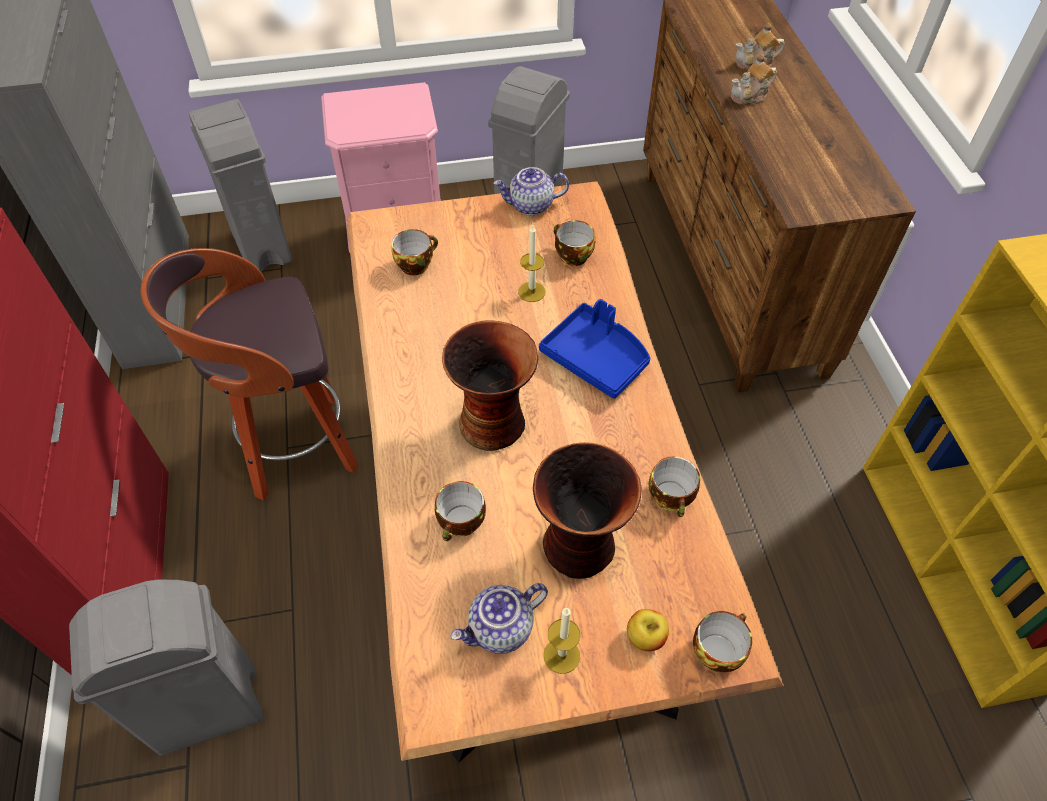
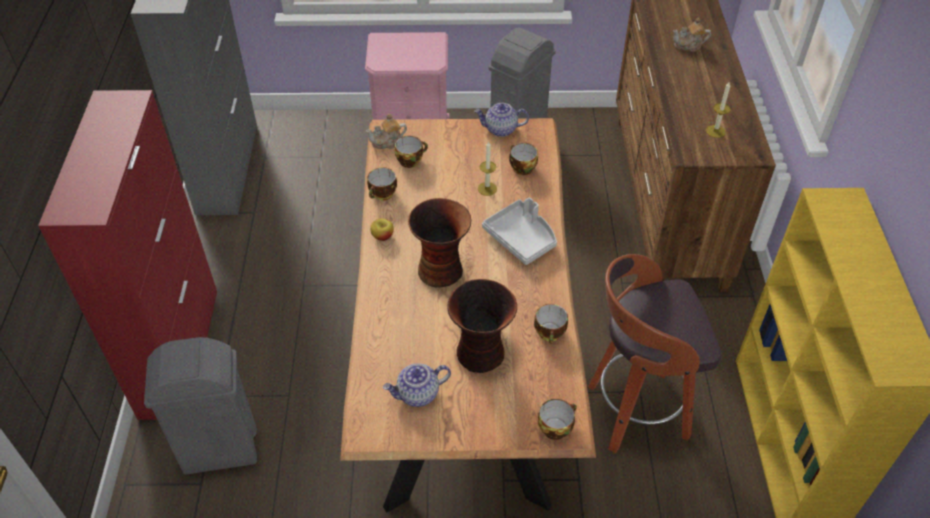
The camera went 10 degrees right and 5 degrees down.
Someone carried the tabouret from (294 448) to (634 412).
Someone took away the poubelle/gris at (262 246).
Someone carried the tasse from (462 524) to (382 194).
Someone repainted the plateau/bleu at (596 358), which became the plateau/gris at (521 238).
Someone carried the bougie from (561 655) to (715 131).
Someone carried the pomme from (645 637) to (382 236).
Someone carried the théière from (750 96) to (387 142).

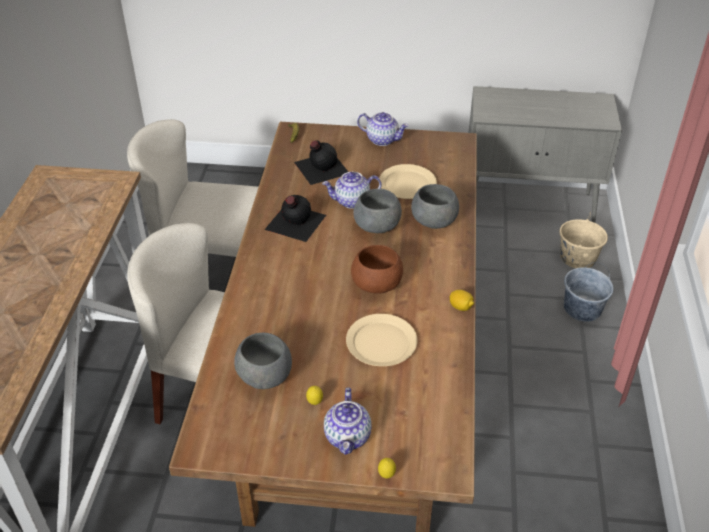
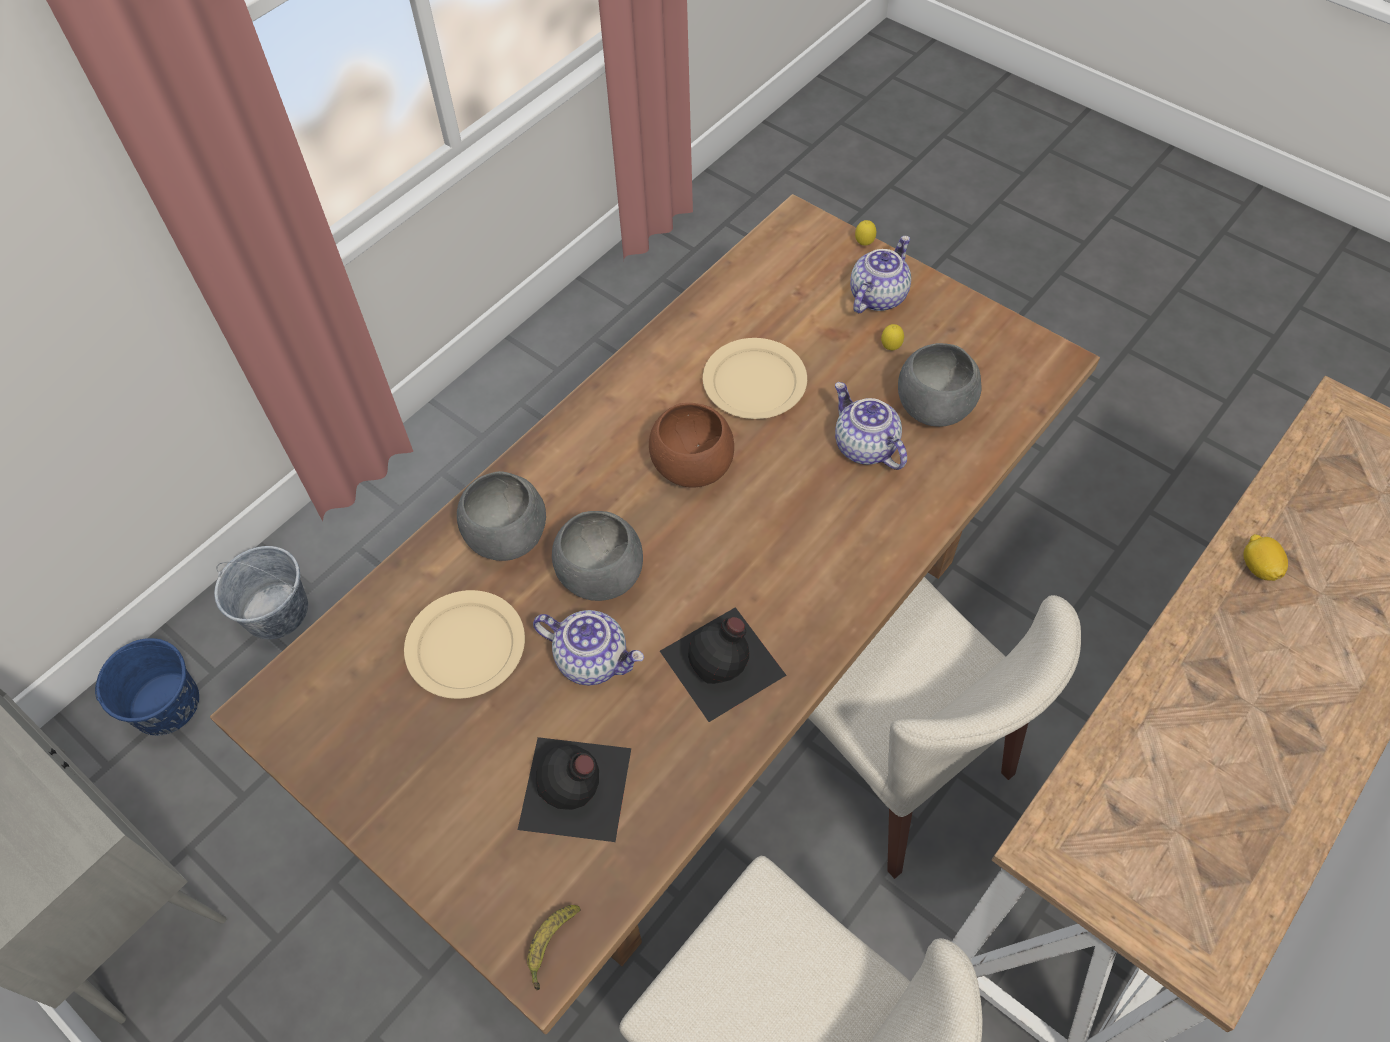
The camera went 145 degrees left and 15 degrees up.
Someone carried the théière from (382 139) to (864 446).
Someone carried the citron from (460 307) to (1258 567).
Someone repainted the seau/beige at (578 257), which became the seau/bleu at (165 705).

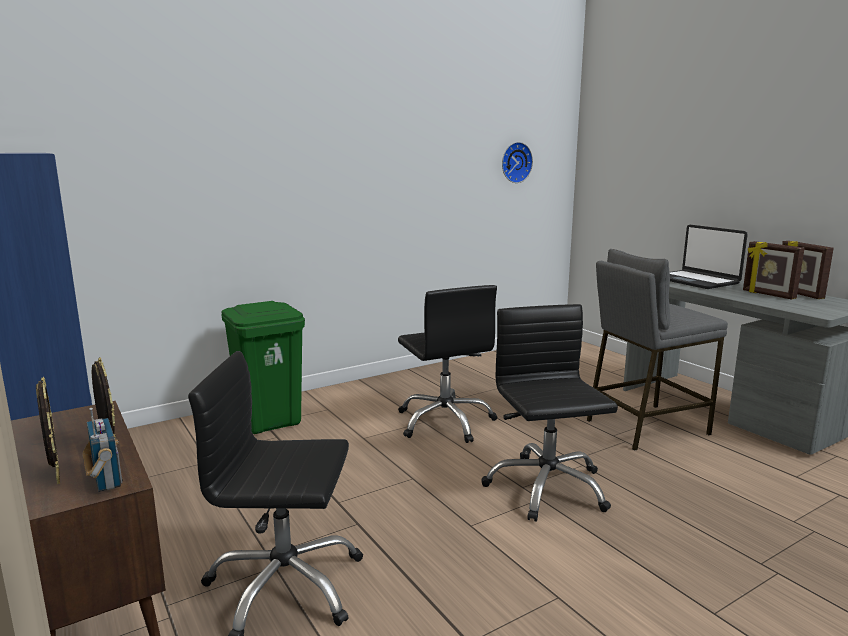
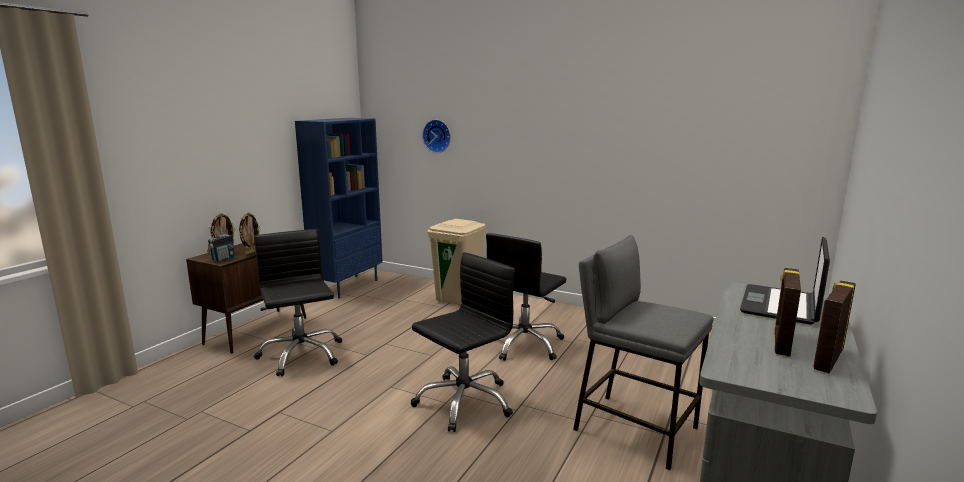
The camera went 60 degrees right and 0 degrees up.
Someone repainted the poubelle/vert at (270 421), which became the poubelle/beige at (459 299).
Someone carried the horloge murale from (515 162) to (437 136).

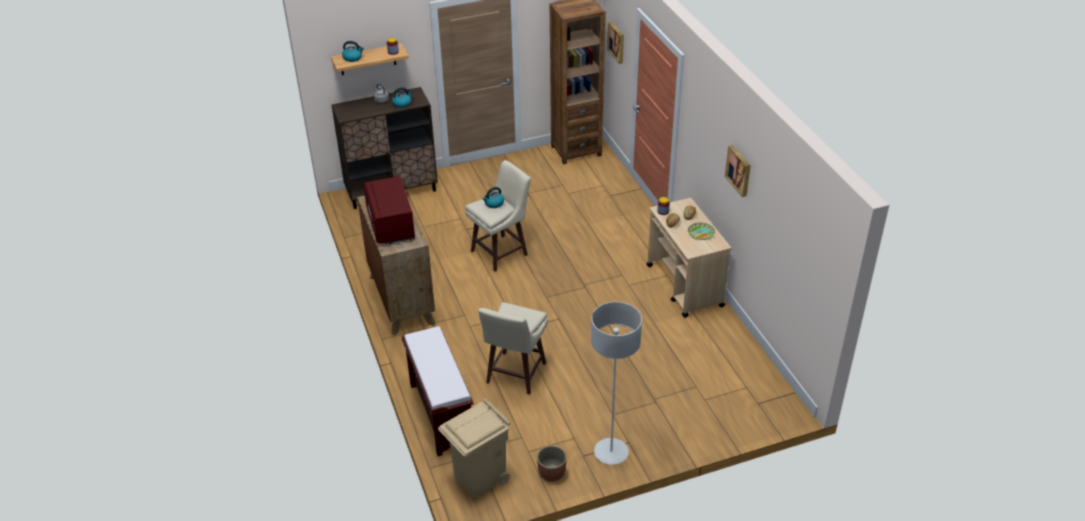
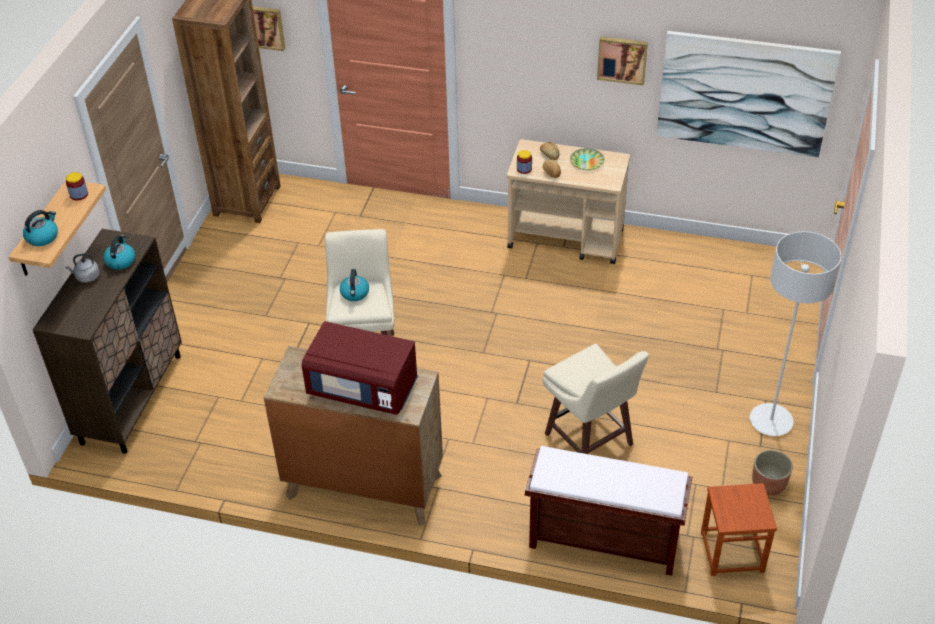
The camera went 55 degrees left and 5 degrees up.
Someone swapped the poubelle/beige at (479 477) for the tabouret/marron at (732 551).
Someone put up the tableau at (744 93).

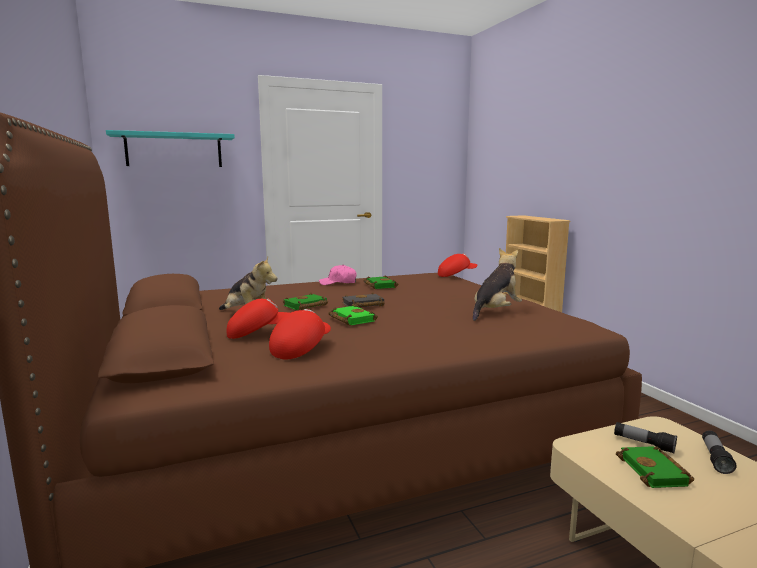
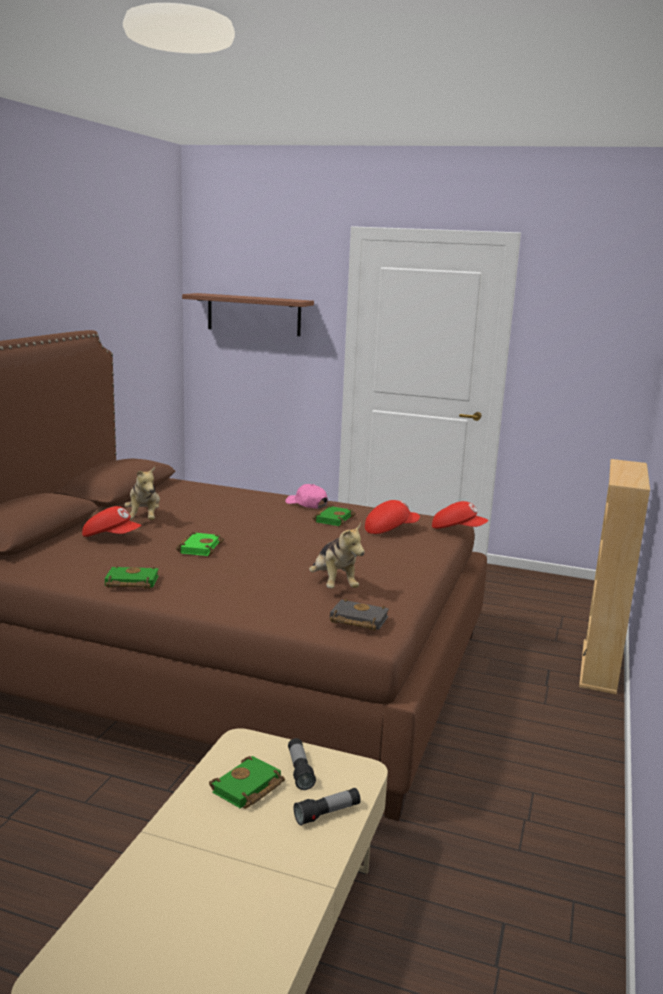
The camera went 40 degrees right and 5 degrees up.
Someone repainted the étagère/turquoise at (174 150), which became the étagère/marron at (254 314).
Someone carried the casquette/rouge from (300 349) to (390 529).
Someone carried the livre/vert from (305 306) to (130 583).
Someone carried the livre/noir from (362 305) to (356 620).
Someone rotated the peluche at (495 312) by 75 degrees clockwise.

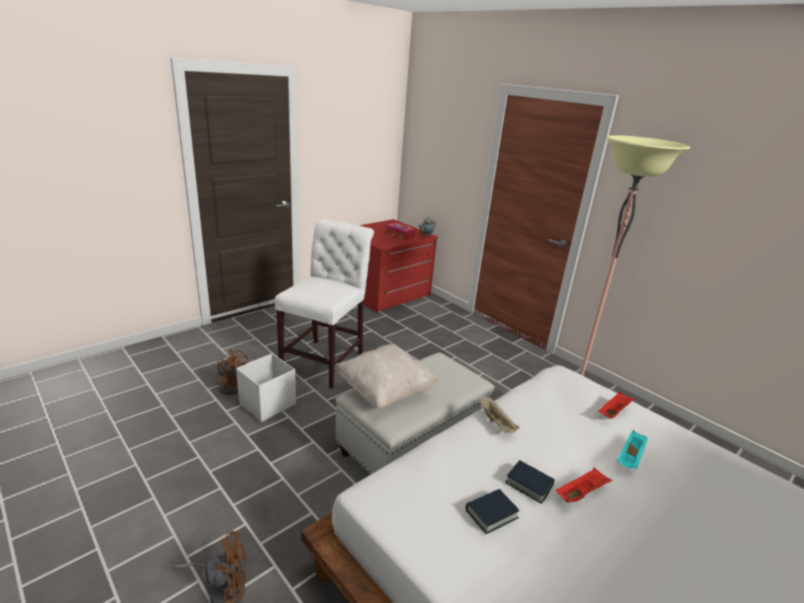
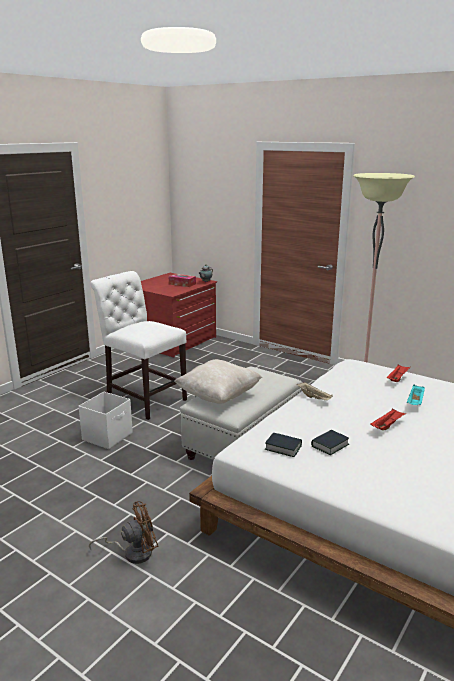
The camera went 10 degrees left and 5 degrees down.
Someone took away the ventilateur/marron at (231 386).
Someone rotated the chaise/blanc at (326 360) by 60 degrees counterclockwise.
Someone carried the livre from (529 484) to (283 448).

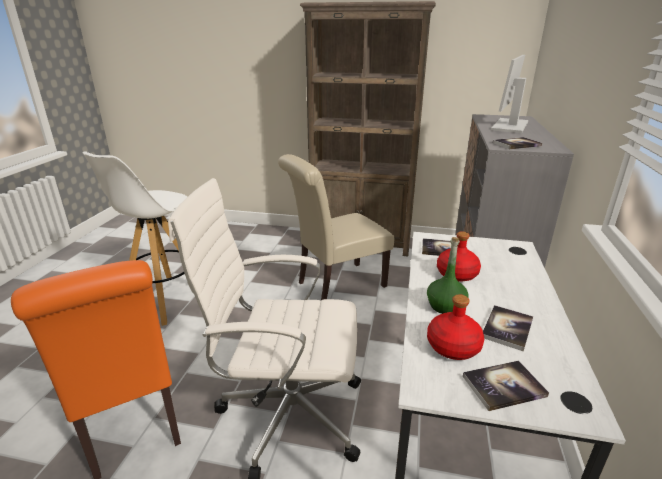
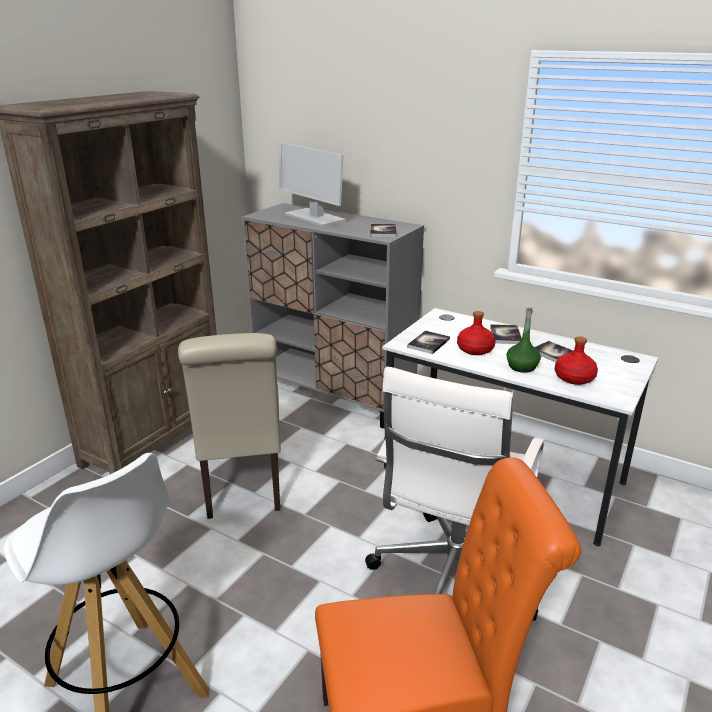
The camera went 70 degrees left and 0 degrees up.
Someone carried the livre from (504 386) to (505 335).

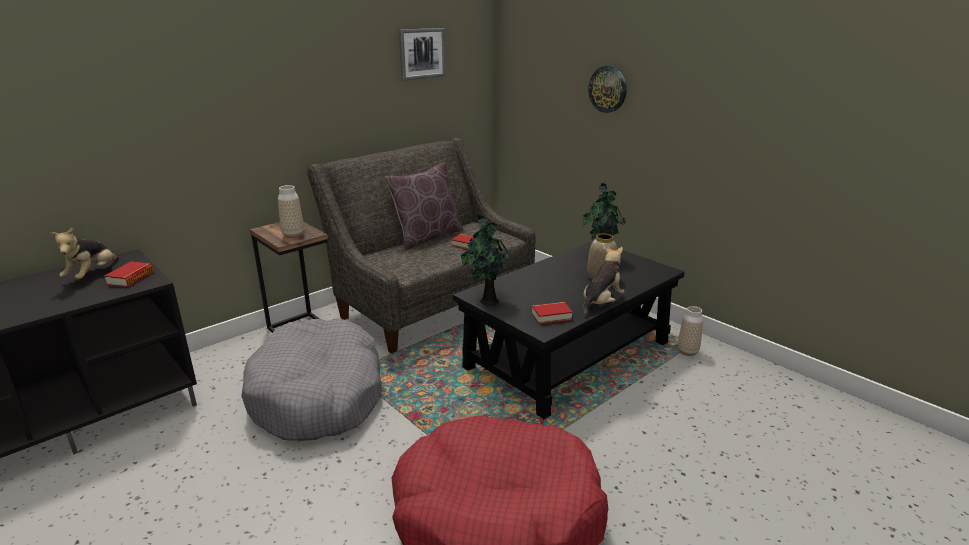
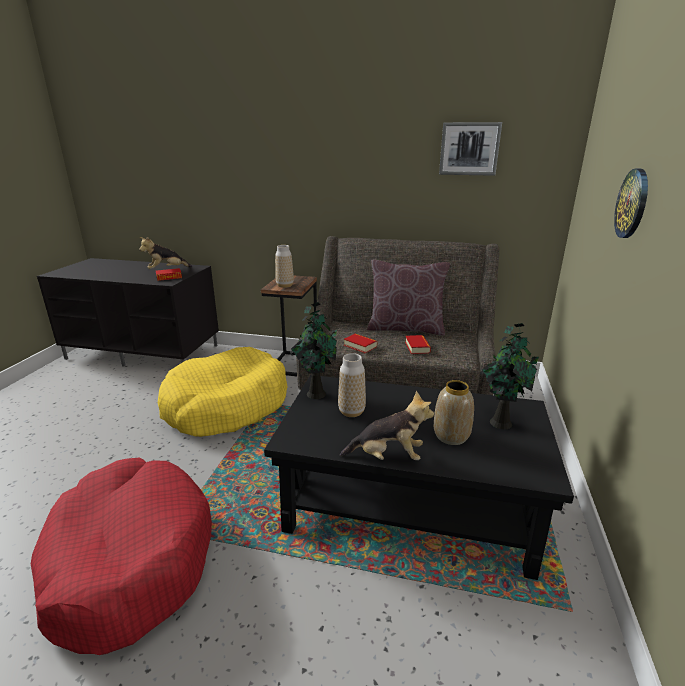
The camera went 55 degrees right and 0 degrees up.
Someone repainted the panier pour chien/gris at (318 395), which became the panier pour chien/jaune at (226 405).
Someone carried the livre from (551 316) to (360 346).
Someone carried the vase from (687 352) to (351 412).

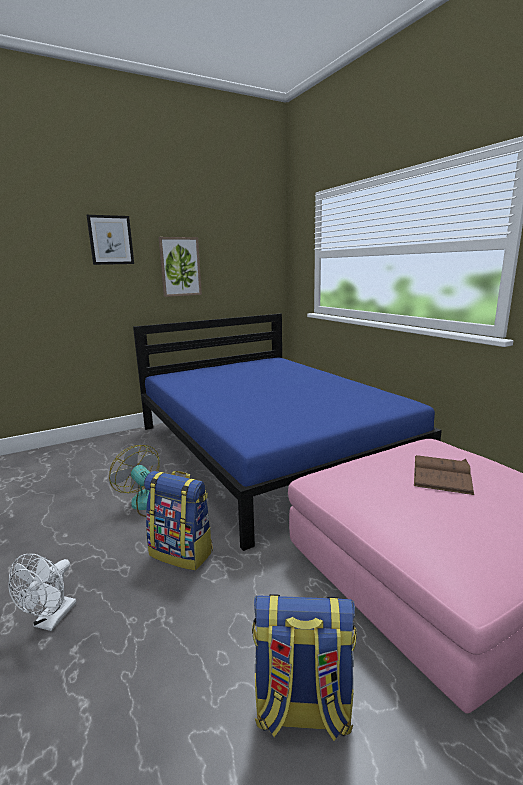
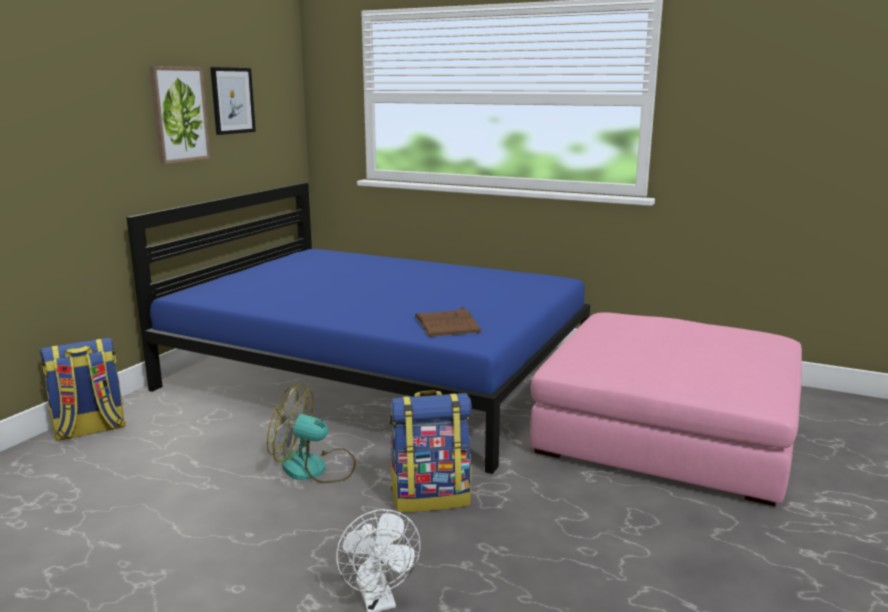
The camera went 35 degrees left and 0 degrees up.
Someone carried the tableau from (111 240) to (232 100).
Someone carried the sac à dos from (302 710) to (89 430).
Someone carried the livre/marron from (441 474) to (446 323).

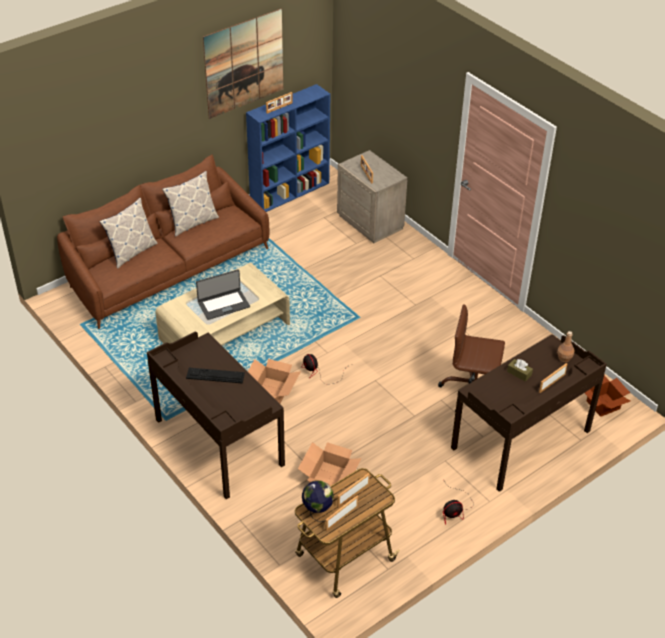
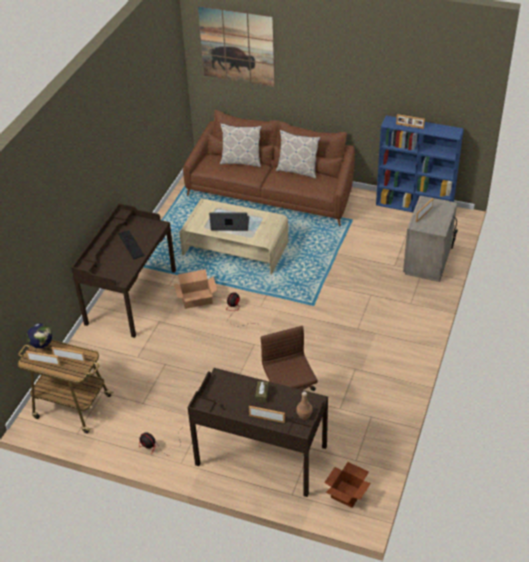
The camera went 60 degrees right and 0 degrees up.
Someone rotated the ordinateur portable at (223 304) by 150 degrees clockwise.
Someone carried the tableau from (244 63) to (237 46).
Someone took away the carton at (328 479).

